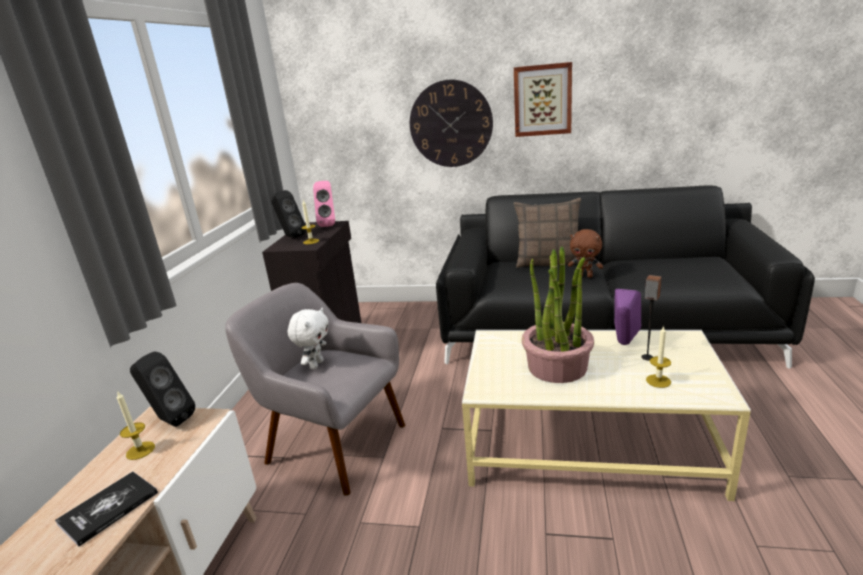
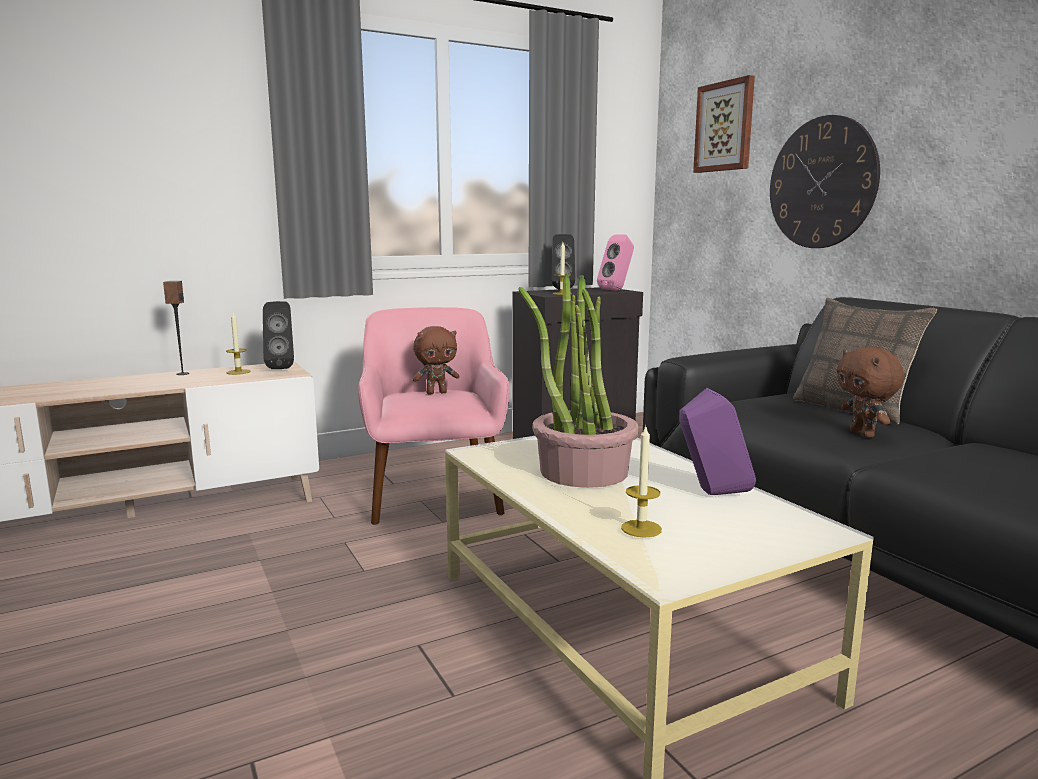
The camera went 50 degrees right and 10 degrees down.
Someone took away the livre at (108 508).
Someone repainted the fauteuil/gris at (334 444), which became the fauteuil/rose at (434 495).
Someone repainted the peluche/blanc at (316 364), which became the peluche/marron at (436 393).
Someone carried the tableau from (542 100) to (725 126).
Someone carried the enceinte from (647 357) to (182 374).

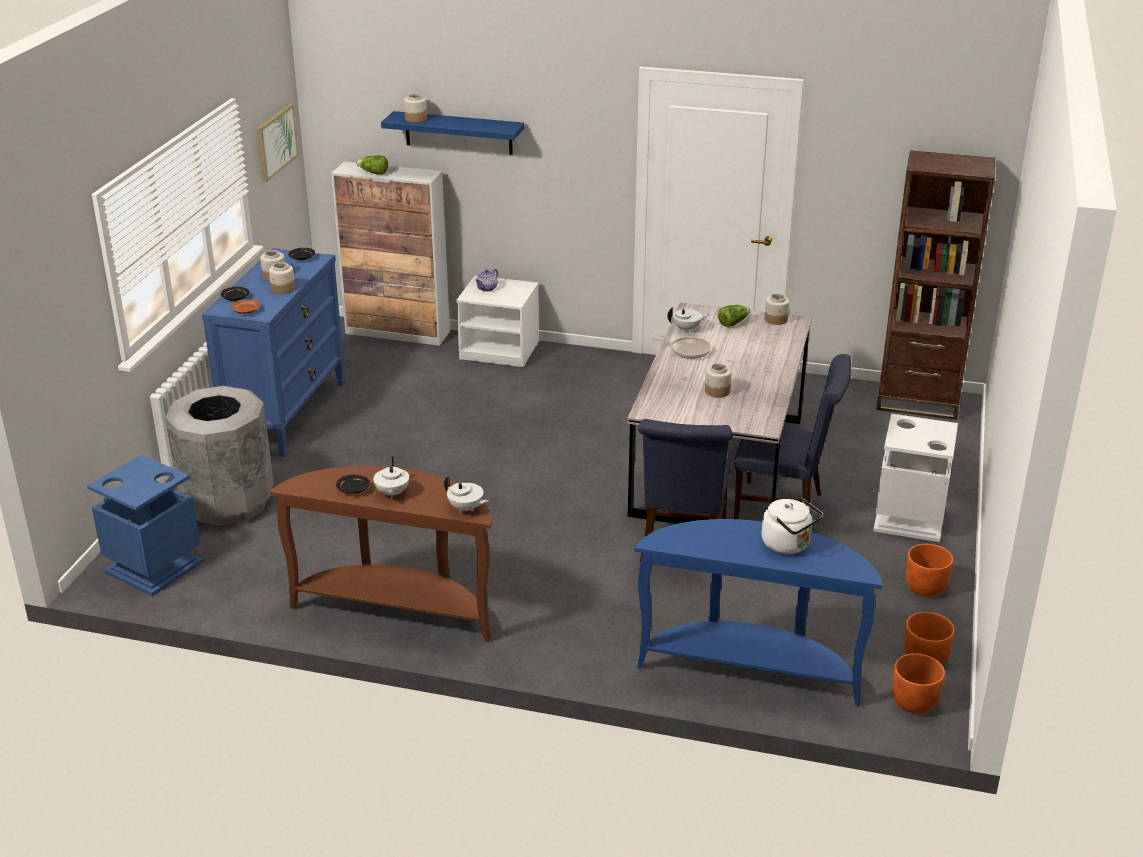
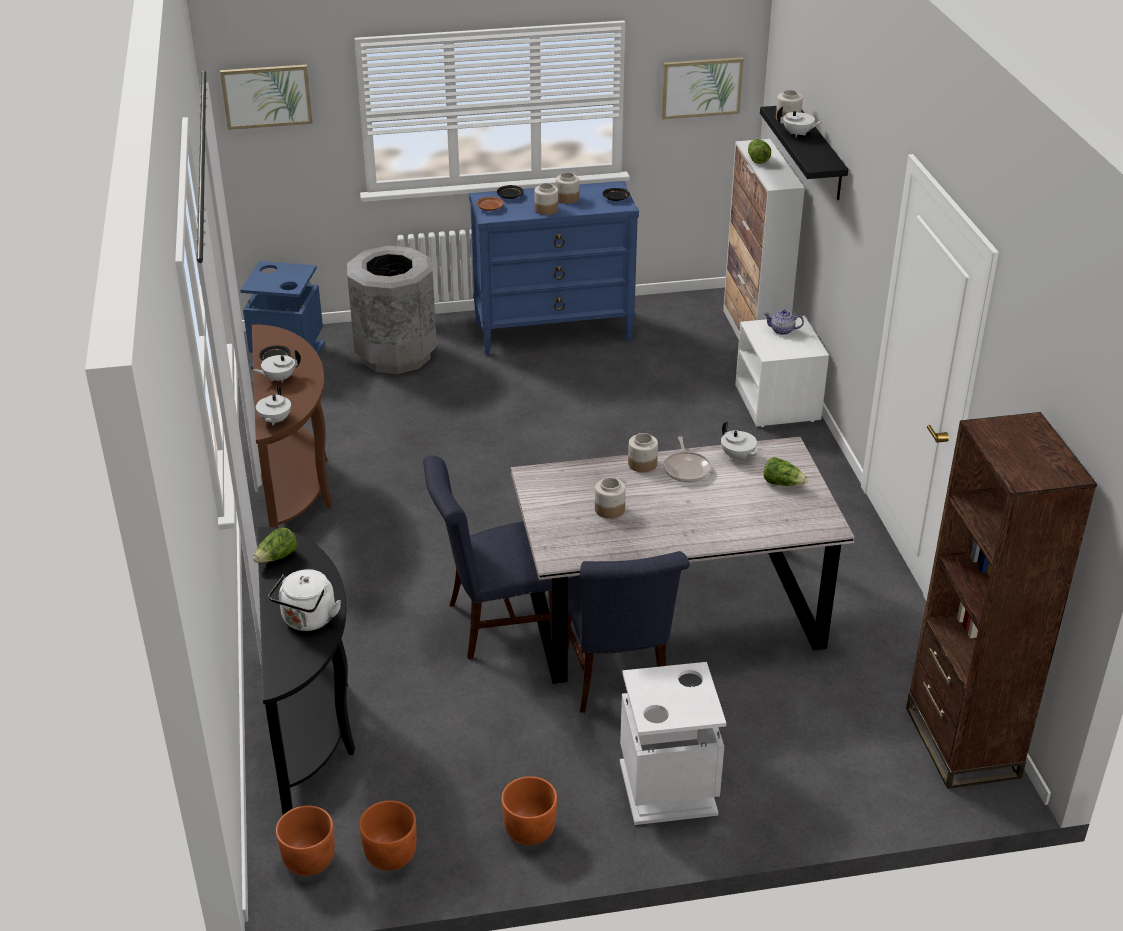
The camera went 65 degrees right and 5 degrees up.
Someone repainted the étagère/bleu at (458 133), which became the étagère/noir at (820 153).
Someone repainted the table console/bleu at (751 667), which became the table console/noir at (312 723).
Someone carried the bocal from (776 319) to (642 464).
Someone put up the tableau at (267 96).
Someone put down the laitue at (277 557).
Someone put down the théière/blanc at (797 134).

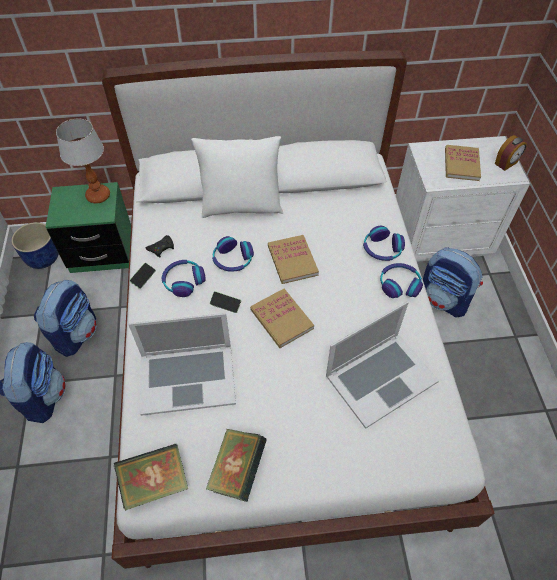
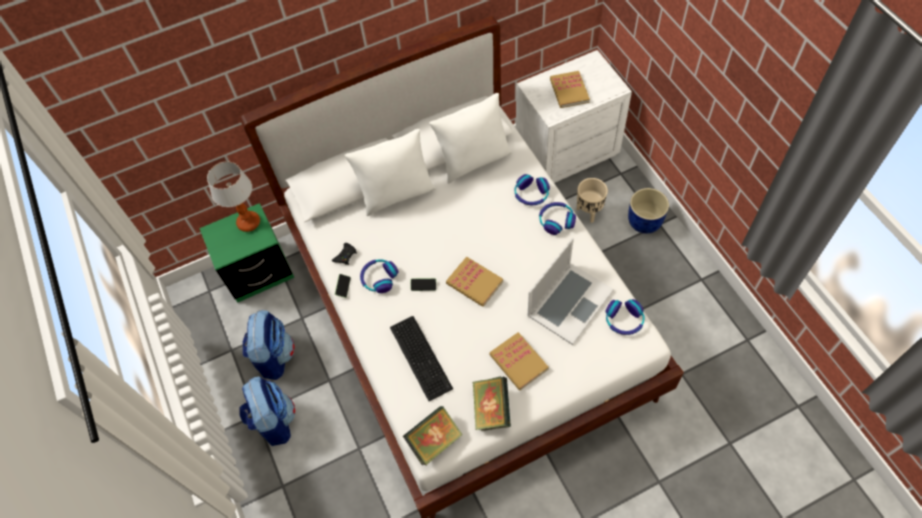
The camera went 15 degrees left and 5 degrees up.
Someone carried the cache-pot/bleu from (43 258) to (645 222).
Someone swapped the ordinateur portable at (187 378) for the clavier at (421 356).
Someone carried the casque audio from (232 259) to (624 320).
Someone carried the livre from (292 260) to (518 362).
Someone swapped the sac à dos at (443 300) for the cache-pot/beige at (589 212).
Someone took away the réveil at (506 163).
Someone put down the coussin/blanc at (473 161).

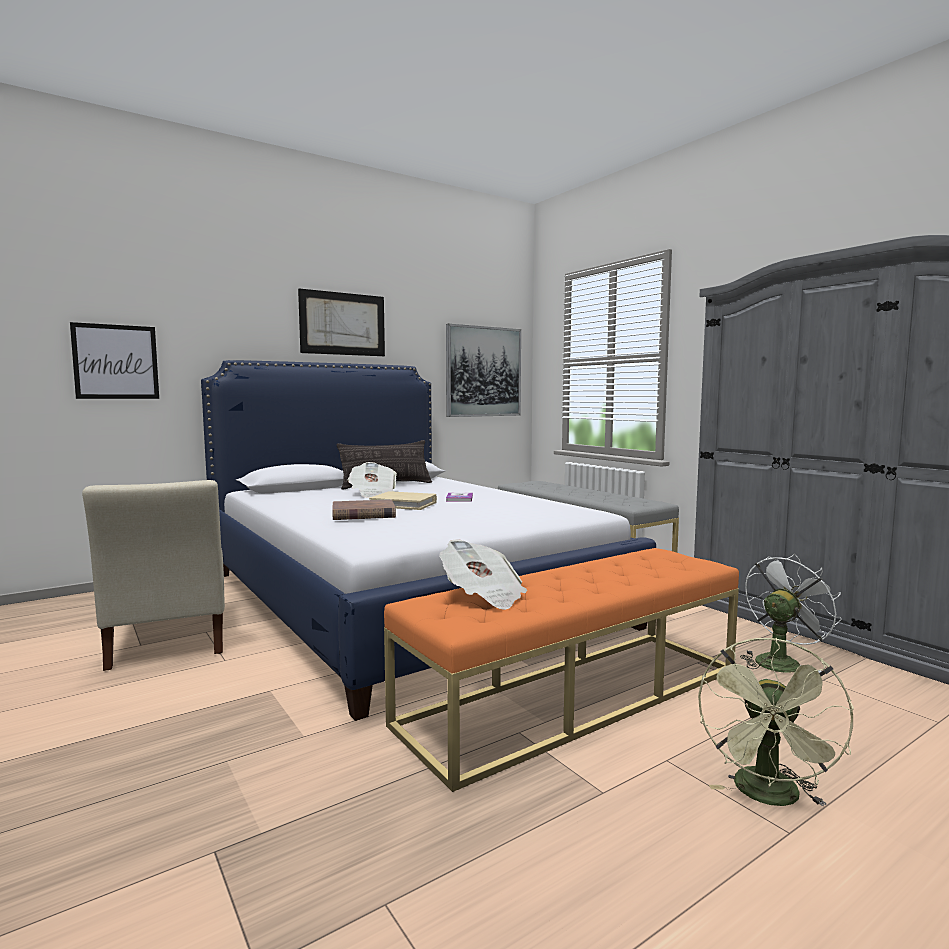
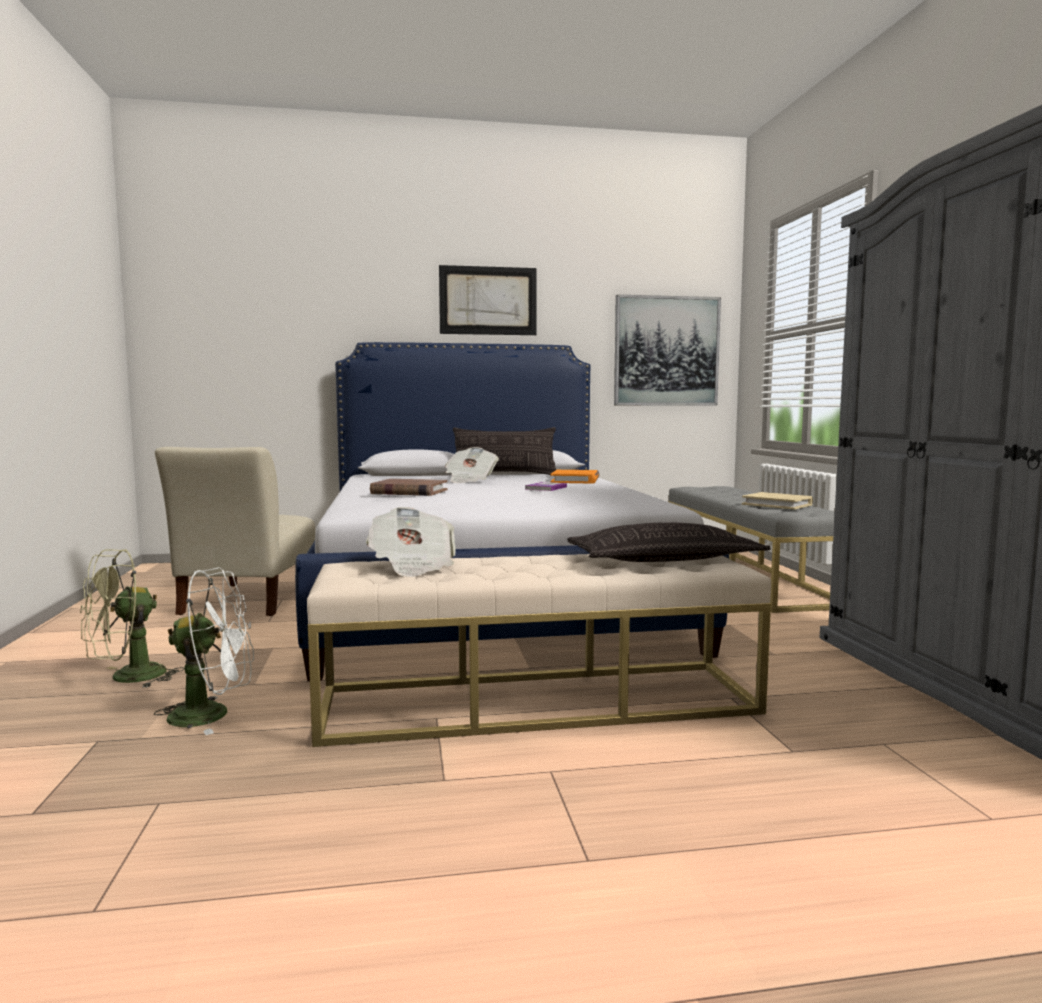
The camera went 25 degrees right and 0 degrees up.
Someone took away the tableau at (116 362).
Someone carried the livre/beige from (404 504) to (777 504).
Someone repainted the banc/orange at (576 696), which became the banc/beige at (538 701).
Someone carried the ventilateur/vert from (769 797) to (127 678).
Someone carried the ventilateur/blanc from (780 661) to (213 714).
Someone put down the livre/orange at (575 480).
Someone put down the coussin at (664 559).

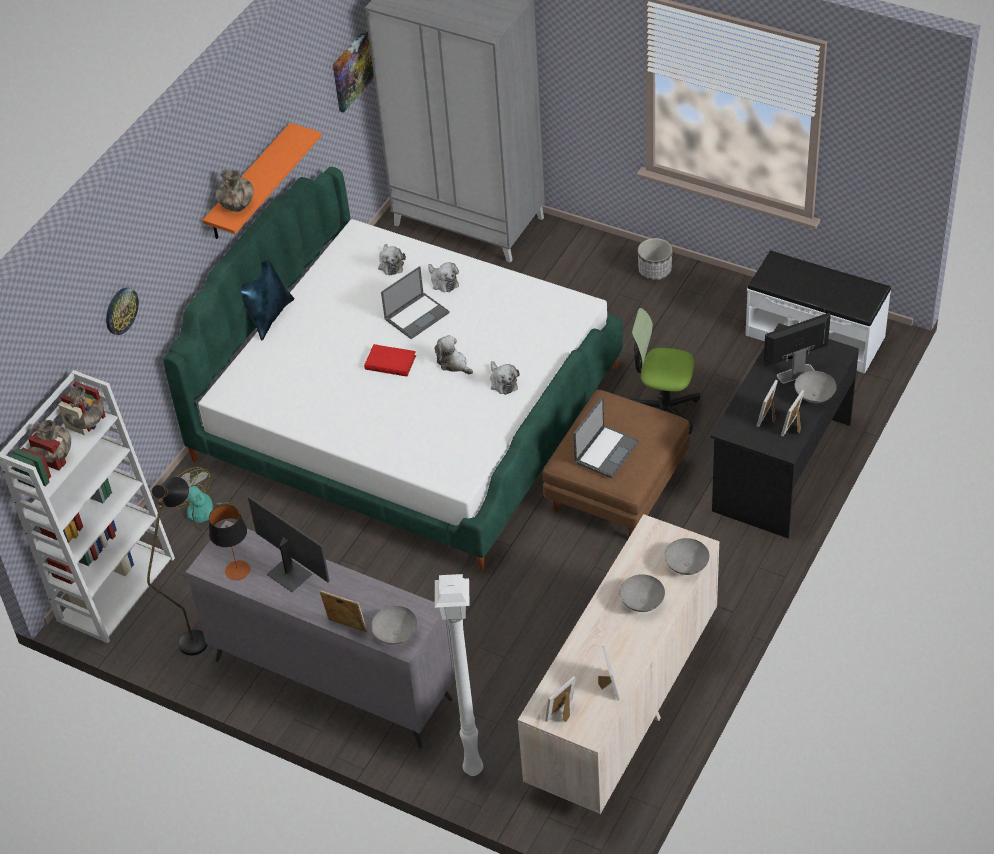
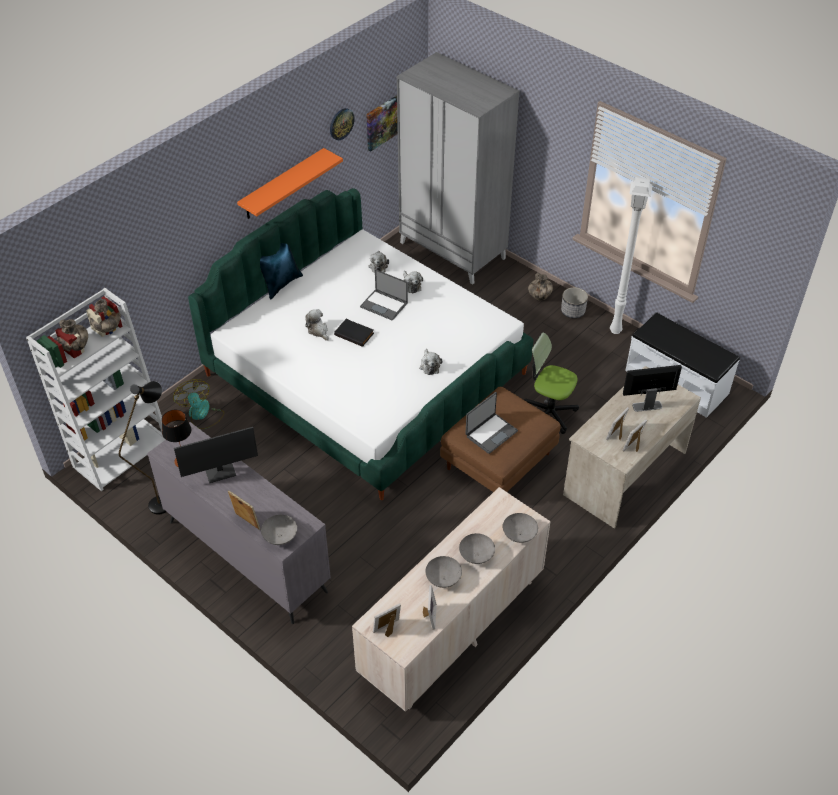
The camera went 10 degrees right and 0 degrees up.
Someone carried the horloge murale from (121 310) to (341 123).
Someone carried the vase from (237 206) to (539 297).
Someone rotated the écran d'ordinateur at (290 573) by 105 degrees clockwise.
Someone repainted the livre/rouge at (391 362), which became the livre/noir at (355 334).
Someone rotated the ordinateur portable at (417 315) by 60 degrees clockwise.
Someone carried the peluche from (453 363) to (318 330).
Someone carried the lampadaire/blanc from (474 770) to (616 331).
Someone repainted the bureau/noir at (780 466), which became the bureau/beige at (624 472).
Someone carried the bol/gris from (814 397) to (443 579).

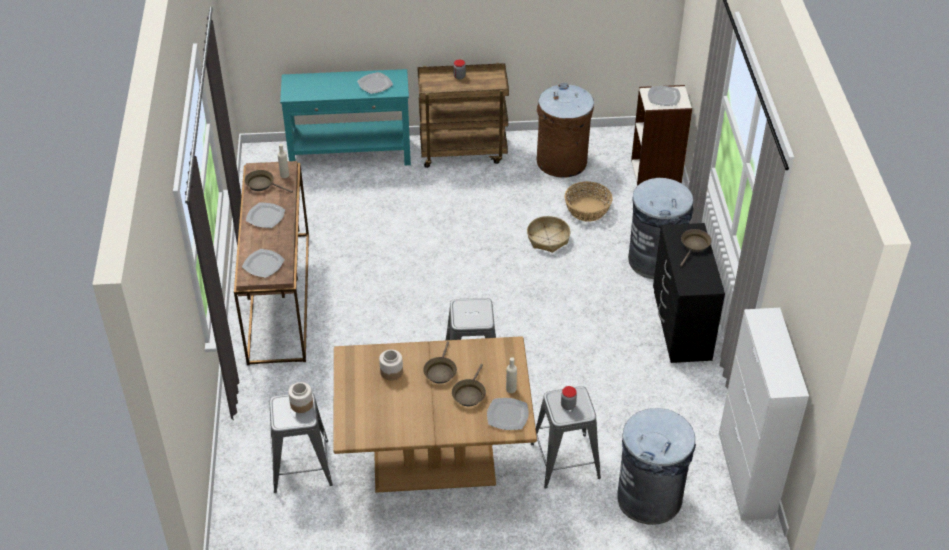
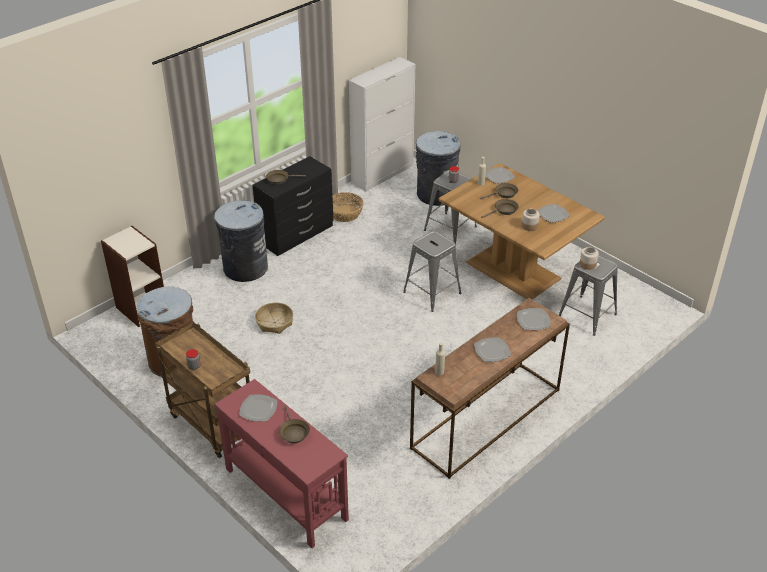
The camera went 130 degrees left and 5 degrees down.
Someone carried the poêle/marron from (262 184) to (293 432).
Someone repainted the table console/turquoise at (351 154), which became the table console/rouge at (285 493).
Someone carried the panier from (587 209) to (344 214).
Someone carried the assiette from (663 97) to (553 214).

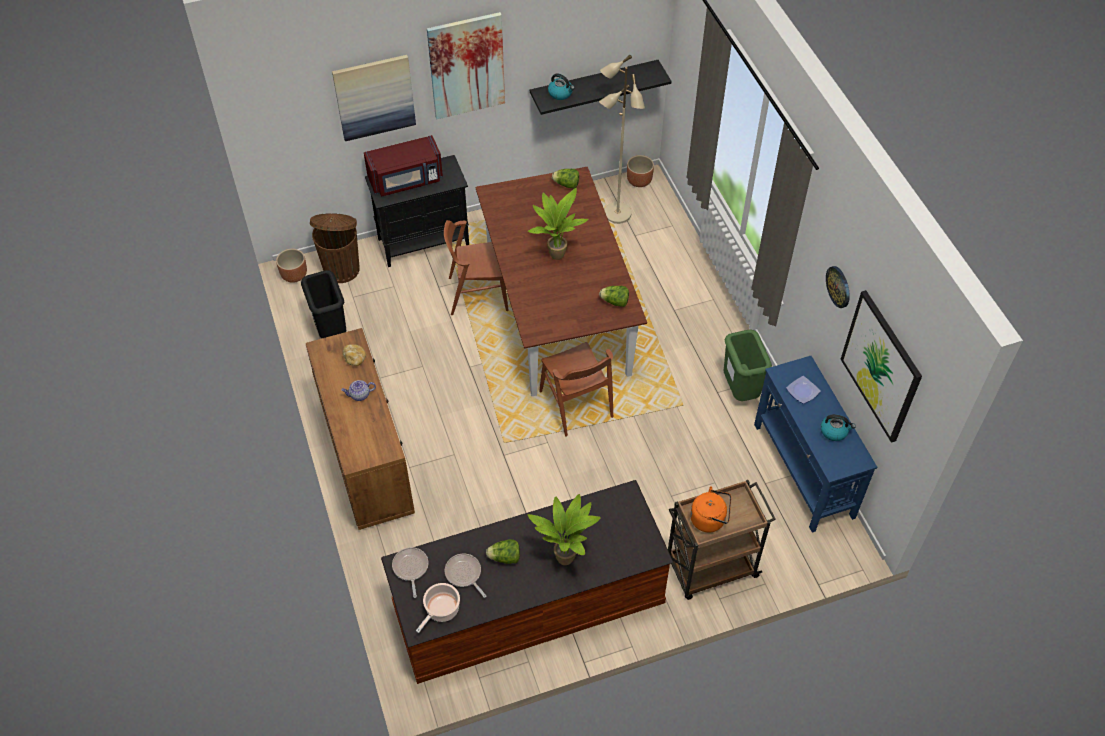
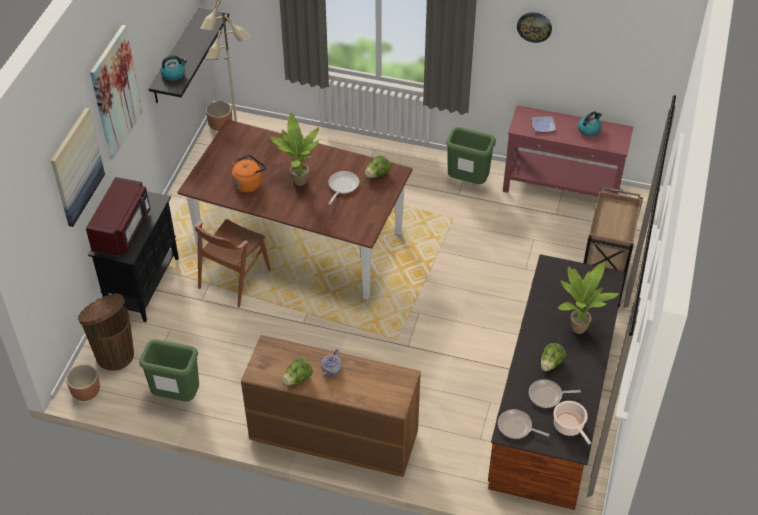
The camera went 55 degrees left and 5 degrees down.
Someone repainted the poubelle/noir at (330 331), which became the poubelle/vert at (176 396).
Someone took away the pain at (355 358).
Someone took away the chaise/marron at (576 404).
Someone carried the laitue from (566 184) to (297 379).
Someone carried the bouilloire/orange from (710 519) to (249 183).
Someone repainted the table console/bleu at (803 471), which became the table console/rouge at (562 189).
Someone took away the tableau at (881 366).
Someone put down the poêle at (342 186).

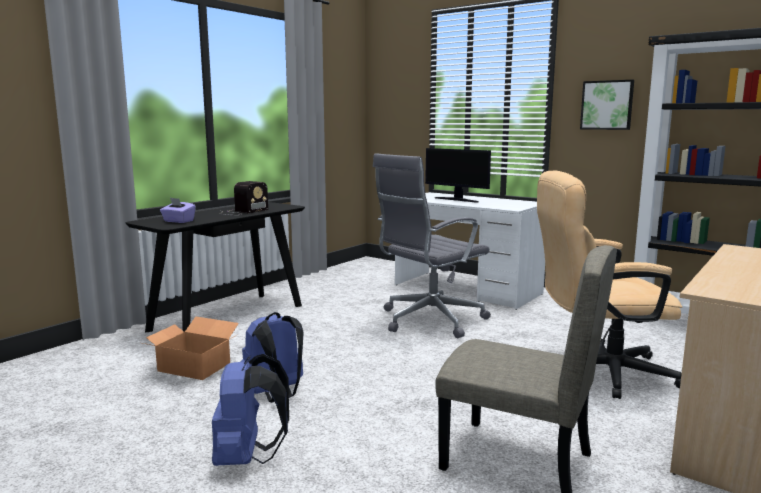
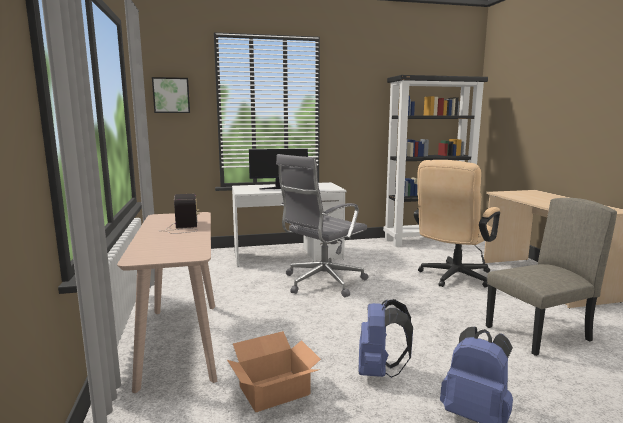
The camera went 50 degrees left and 0 degrees up.
Someone repainted the table console/noir at (228 317), which became the table console/beige at (180 341).
Someone took away the boîte à mouchoirs/violet at (178 221).
Someone rotated the chaise de bureau/gris at (429 320) by 45 degrees clockwise.
Someone carried the tableau from (607 105) to (171 95).

